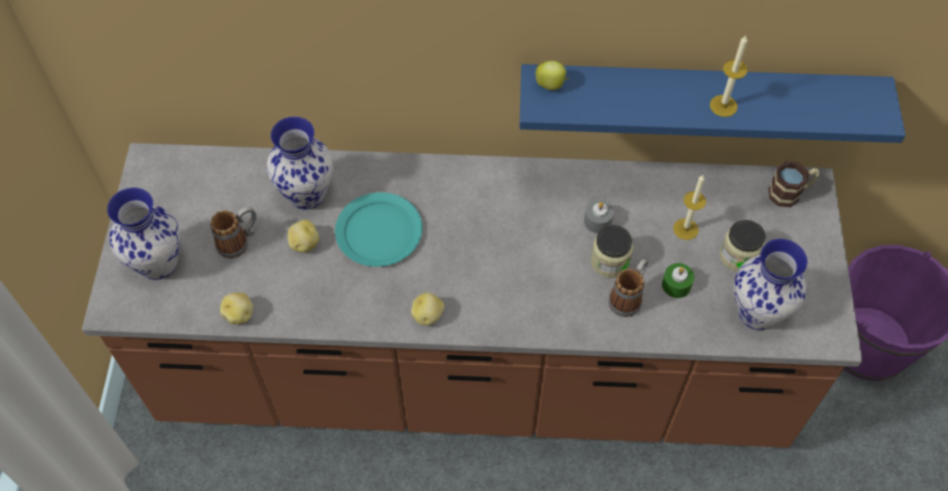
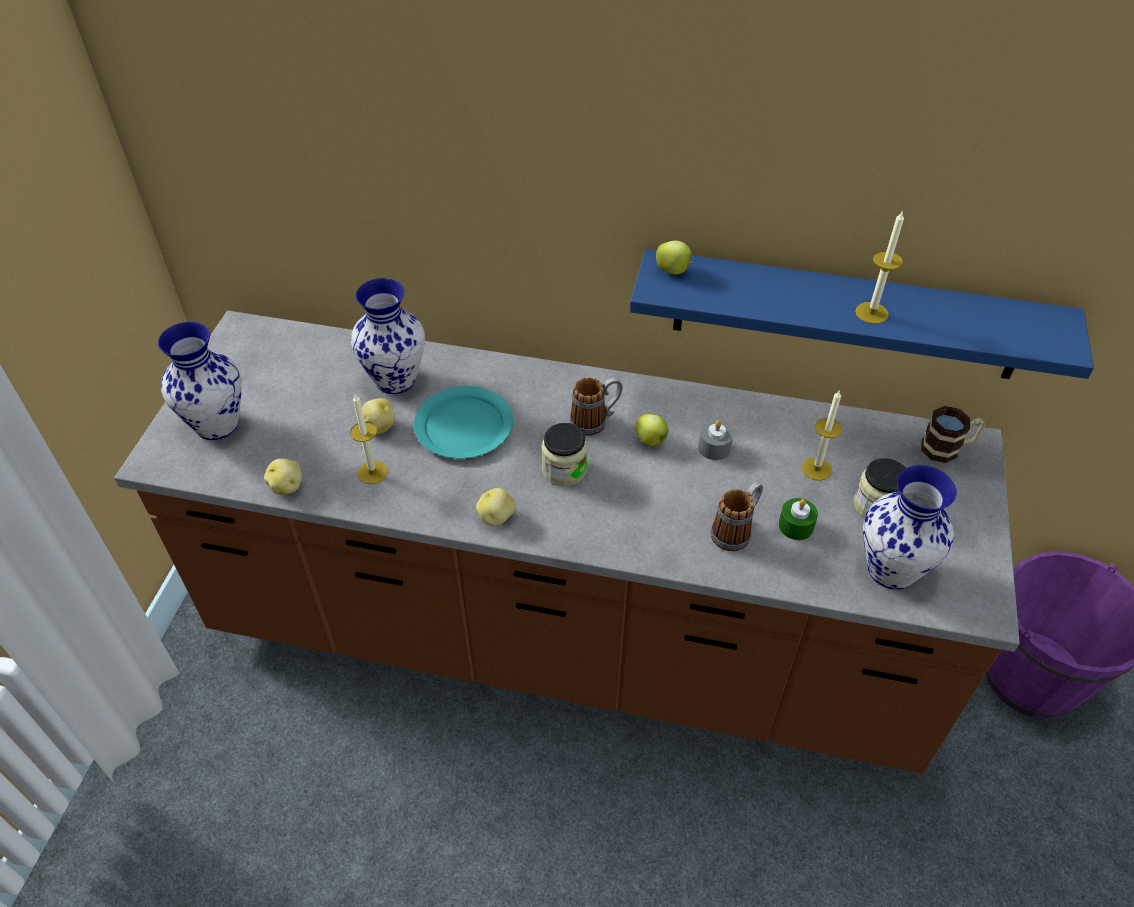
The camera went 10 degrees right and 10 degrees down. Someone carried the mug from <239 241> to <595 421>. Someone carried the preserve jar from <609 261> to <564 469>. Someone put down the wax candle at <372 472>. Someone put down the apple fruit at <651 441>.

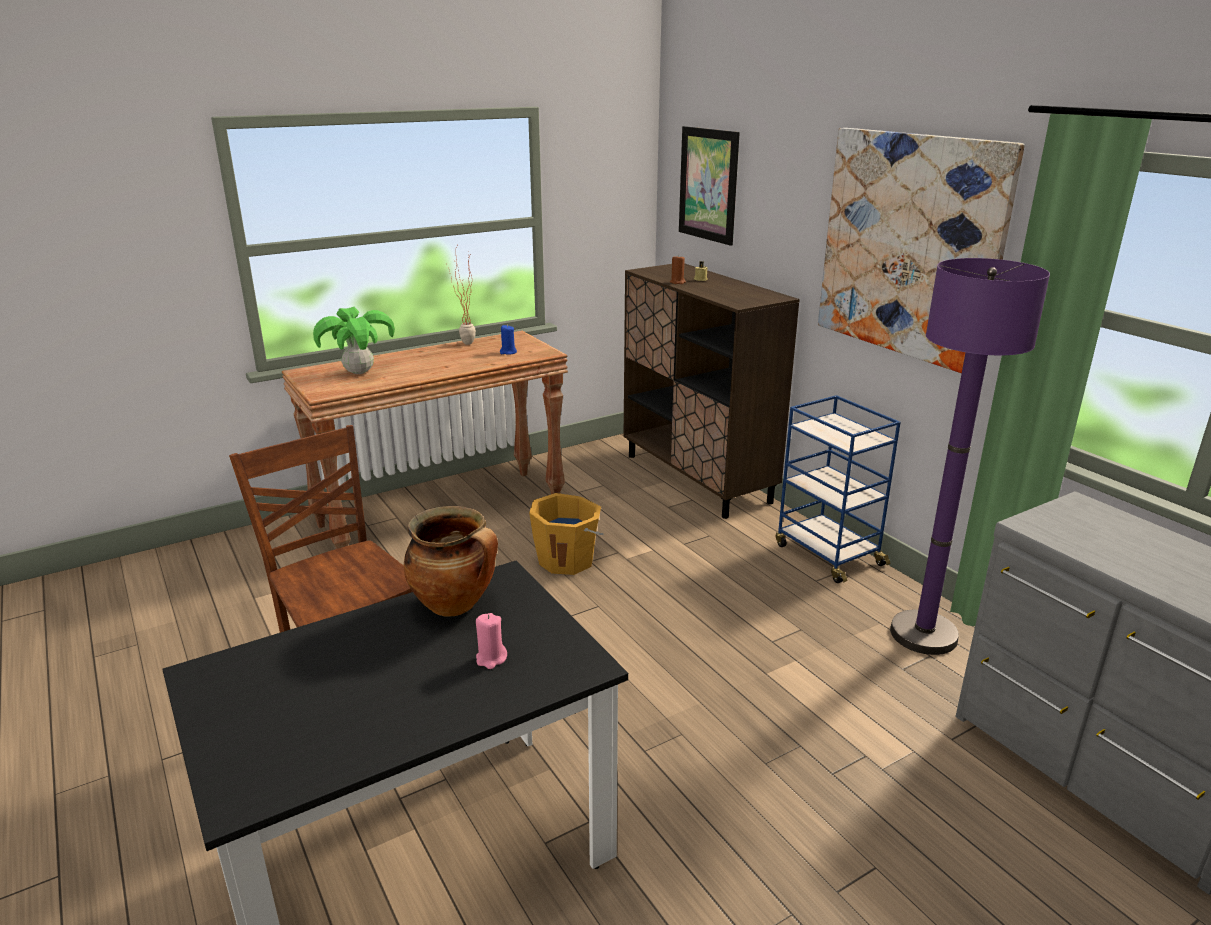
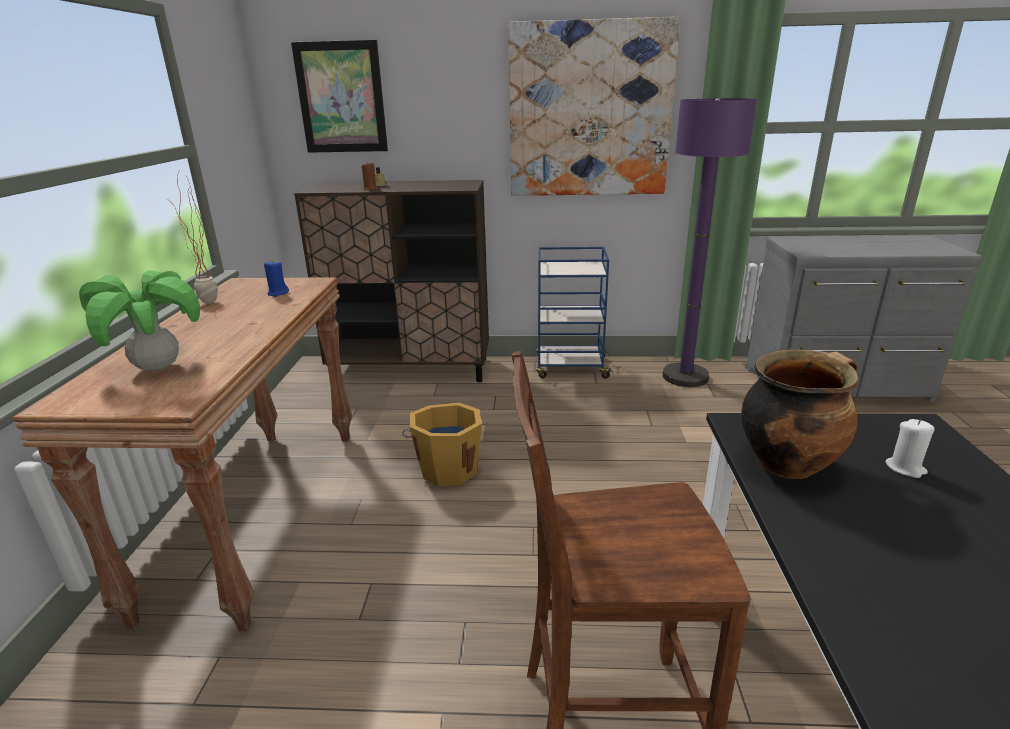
The camera went 55 degrees left and 0 degrees up. Someone repainted the wax candle (pink) at <491 658>, which became the wax candle (white) at <905 468>.

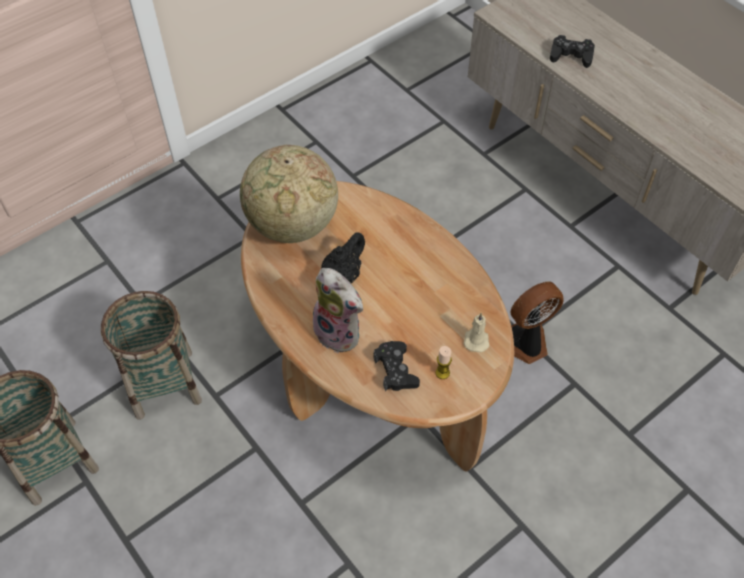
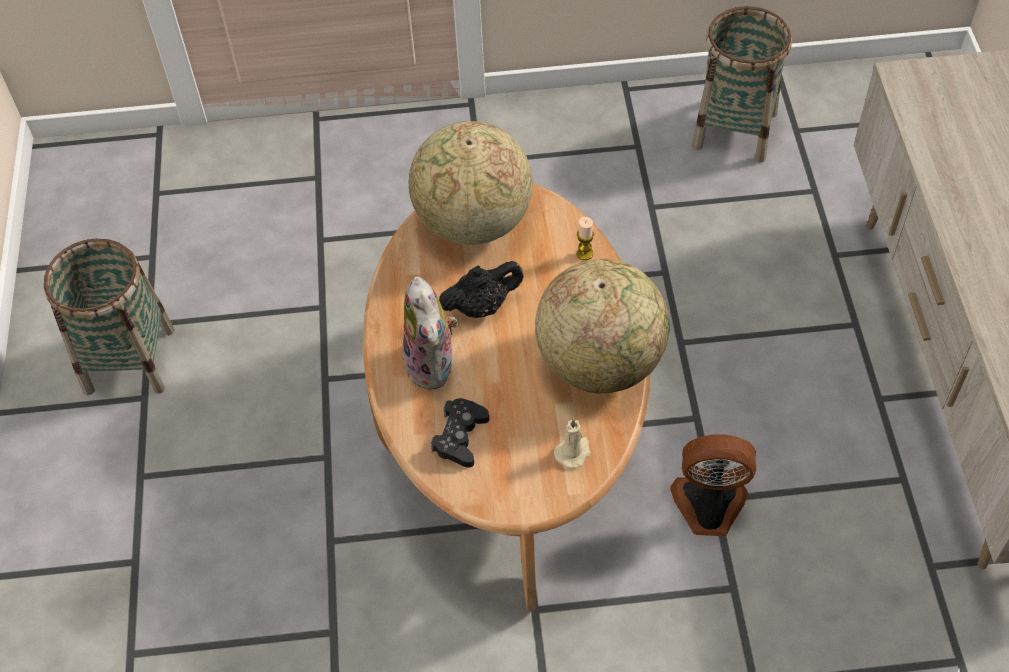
The camera went 35 degrees right and 0 degrees up. Someone carried the storage basket from <164 384> to <735 130>. Someone carried the wax candle from <442 373> to <584 253>. Someone took away the game controller (black-coloured) at <571 56>. Someone put down the world globe at <600 362>.

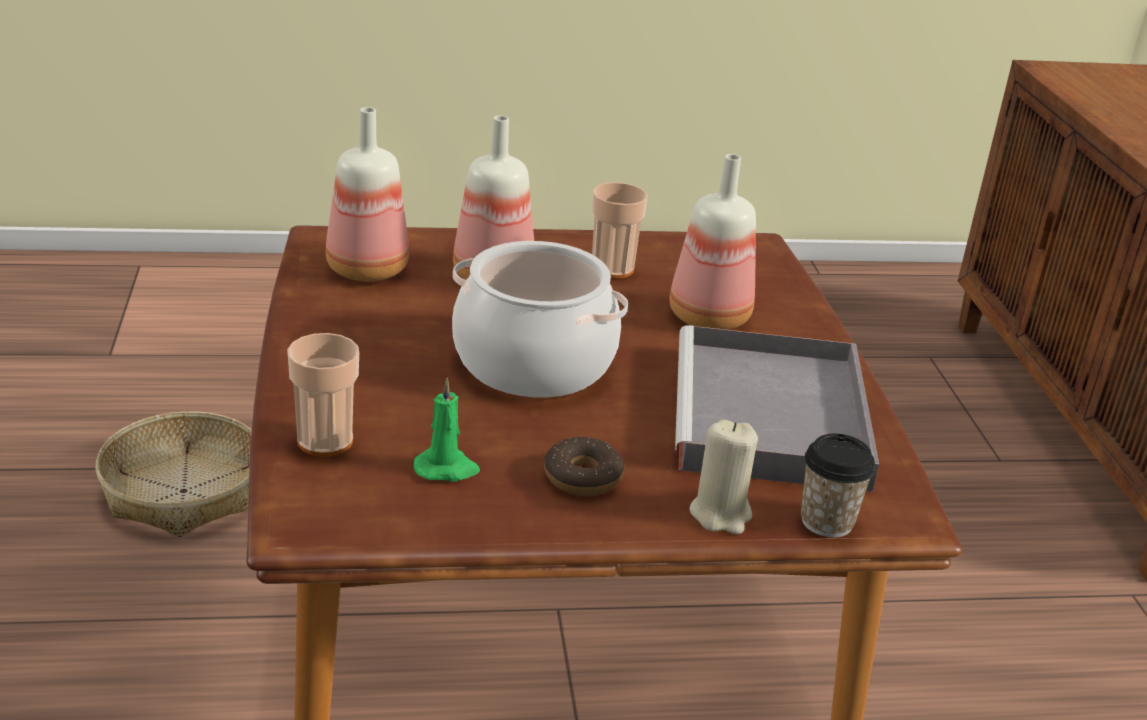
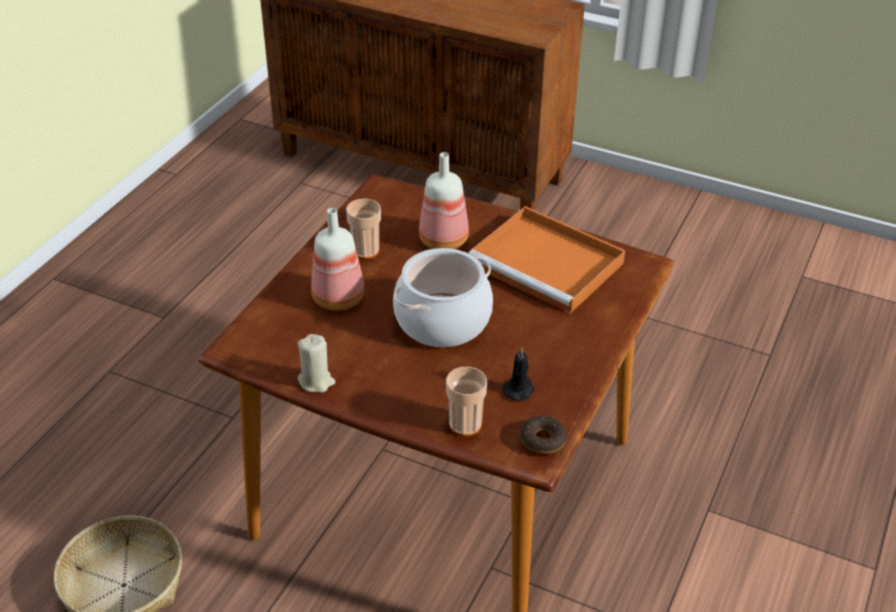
The camera went 55 degrees left and 10 degrees up. Someone took away the bottle at <367 271>. Someone repainted the wax candle (green-coloured) at <447 469>, which became the wax candle (black-coloured) at <519 389>. Someone carried the doughnut from <583 477> to <543 440>. Someone repainted the tray (gray) at <772 419>, which became the tray (orange) at <549 264>. Someone carried the wax candle (beige-coloured) from <720 514> to <316 381>. Someone took away the drinking cup at <826 521>.

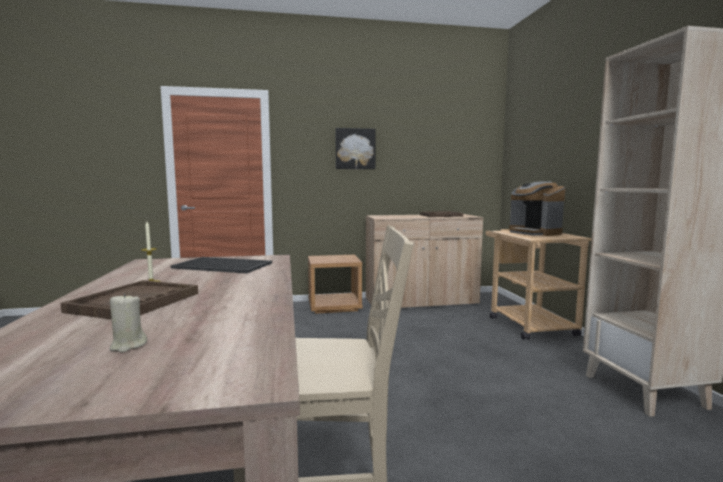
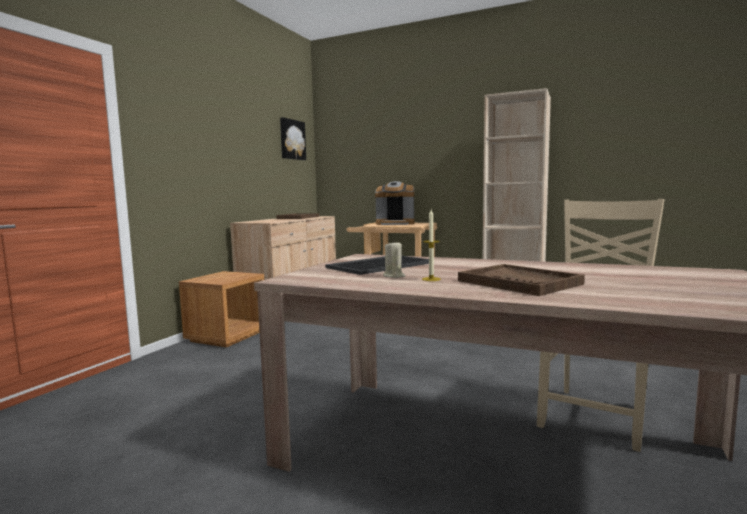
The camera went 55 degrees left and 0 degrees up. Someone carried the wax candle (beige-coloured) from <128 346> to <394 276>. Someone carried the wall art from <355 149> to <292 139>.

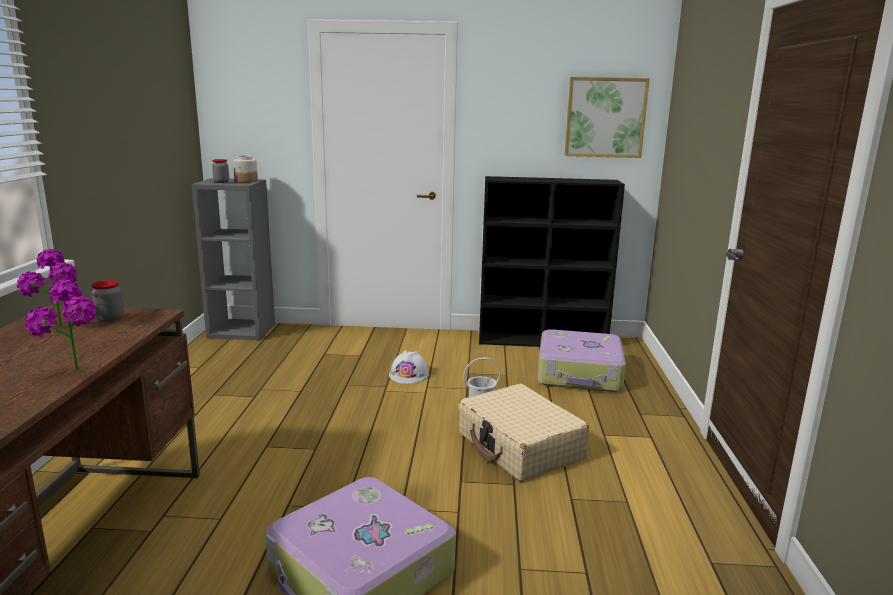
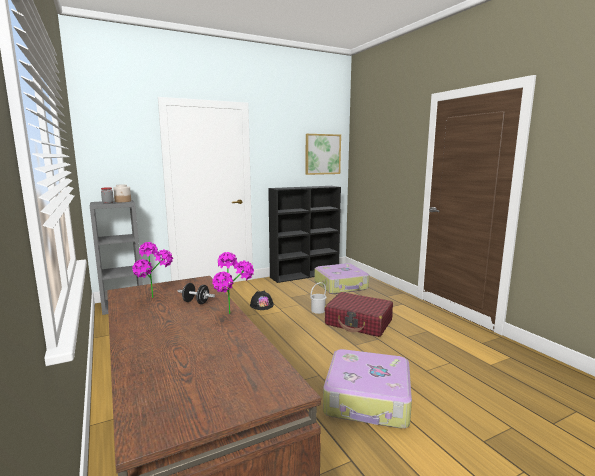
The camera went 30 degrees left and 5 degrees down. Someone took away the preserve jar at <110 318>. Someone repainted the hard hat (white) at <409 374>, which became the hard hat (black-coloured) at <262 305>. Someone repainted the piece of luggage (beige-coloured) at <520 446>, which became the piece of luggage (reddish) at <359 322>. Someone put down the dumbbell (black-coloured) at <196 302>.

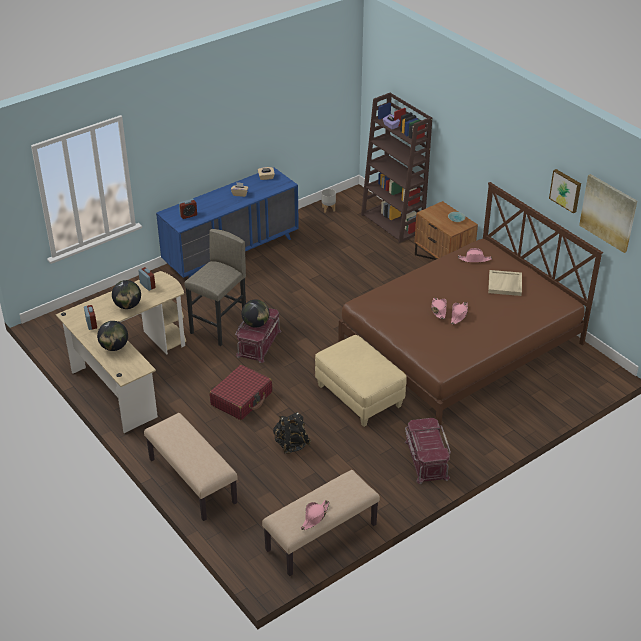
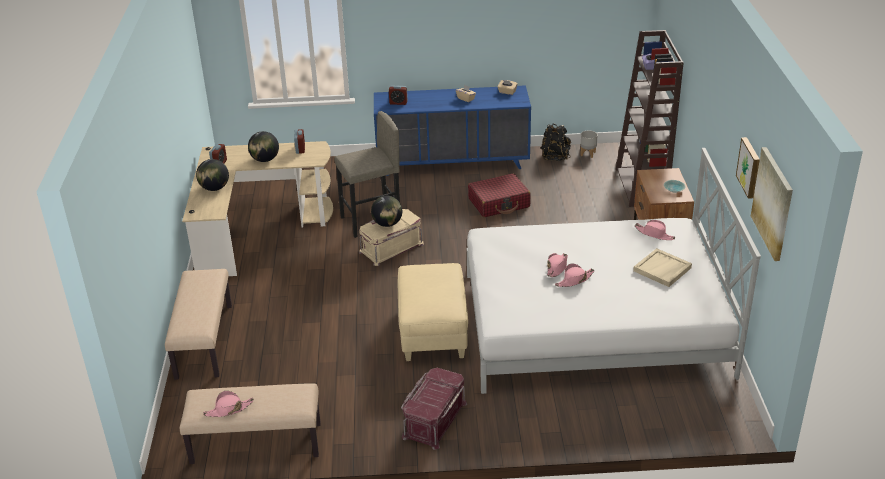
The camera went 35 degrees right and 5 degrees down. Someone carried the piece of luggage (reddish) from <241 398> to <499 203>. Someone repainted the storage container (reddish) at <258 343>, which became the storage container (beige-coloured) at <391 247>. Someone carried the knapsack (black-coloured) from <291 444> to <555 157>. Someone repainted the sleeping bed (brownish) at <460 343>, which became the sleeping bed (white) at <593 323>.

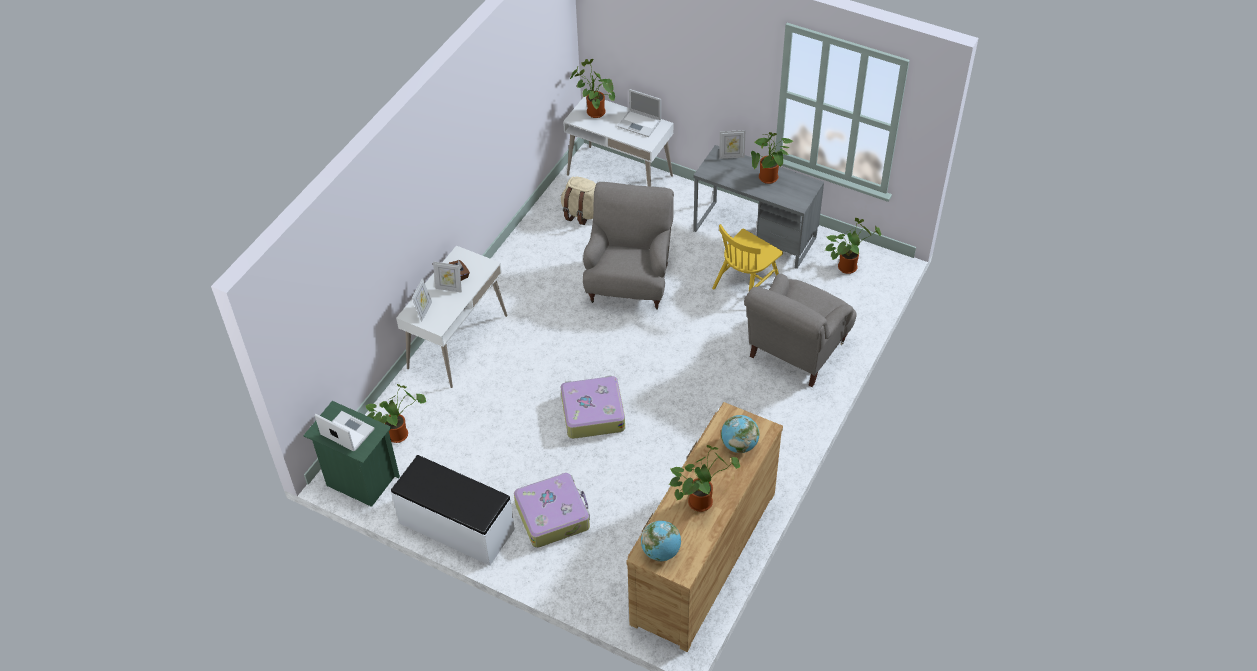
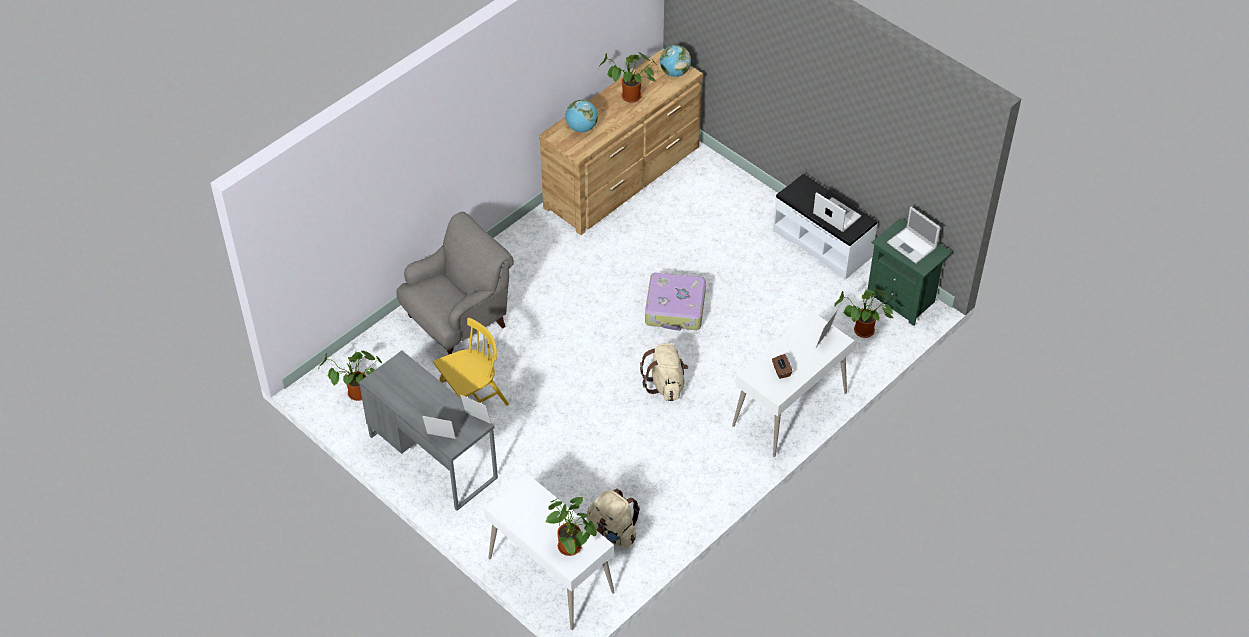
The camera went 165 degrees left and 0 degrees up. Someone carried the standing frame from <449 288> to <476 420>. Someone took away the piece of luggage at <553 515>. Someone took away the armchair (gray) at <629 282>. Someone carried the laptop from <640 124> to <836 215>. Someone took away the potted plant at <769 179>. Someone put down the knapsack (beige-coloured) at <665 385>.

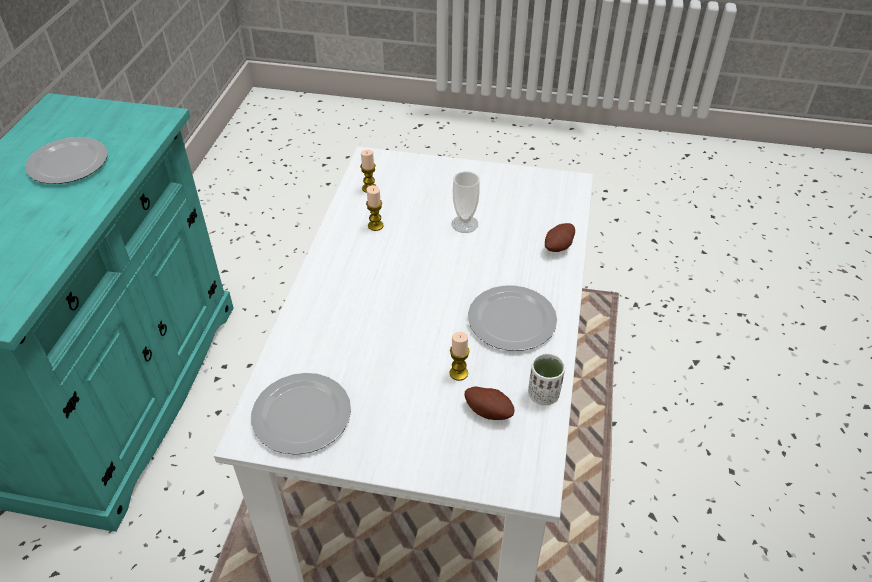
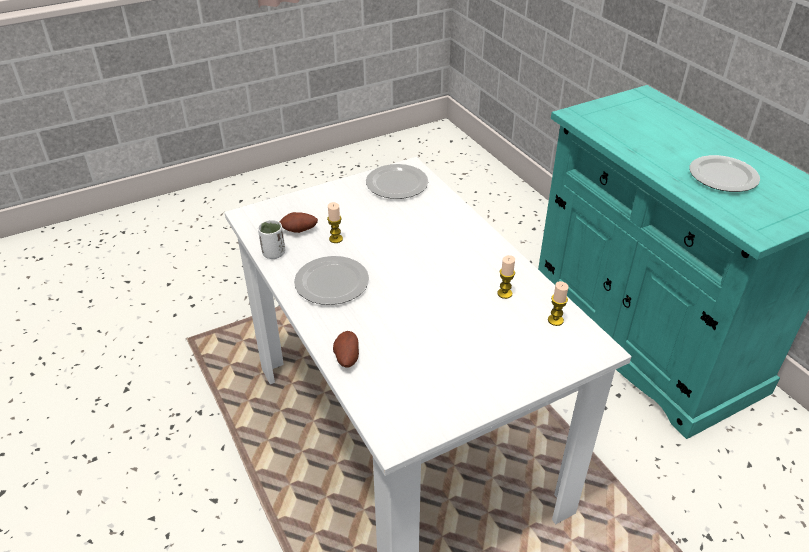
The camera went 140 degrees right and 5 degrees down. Someone took away the drinking cup at <464 224>.

